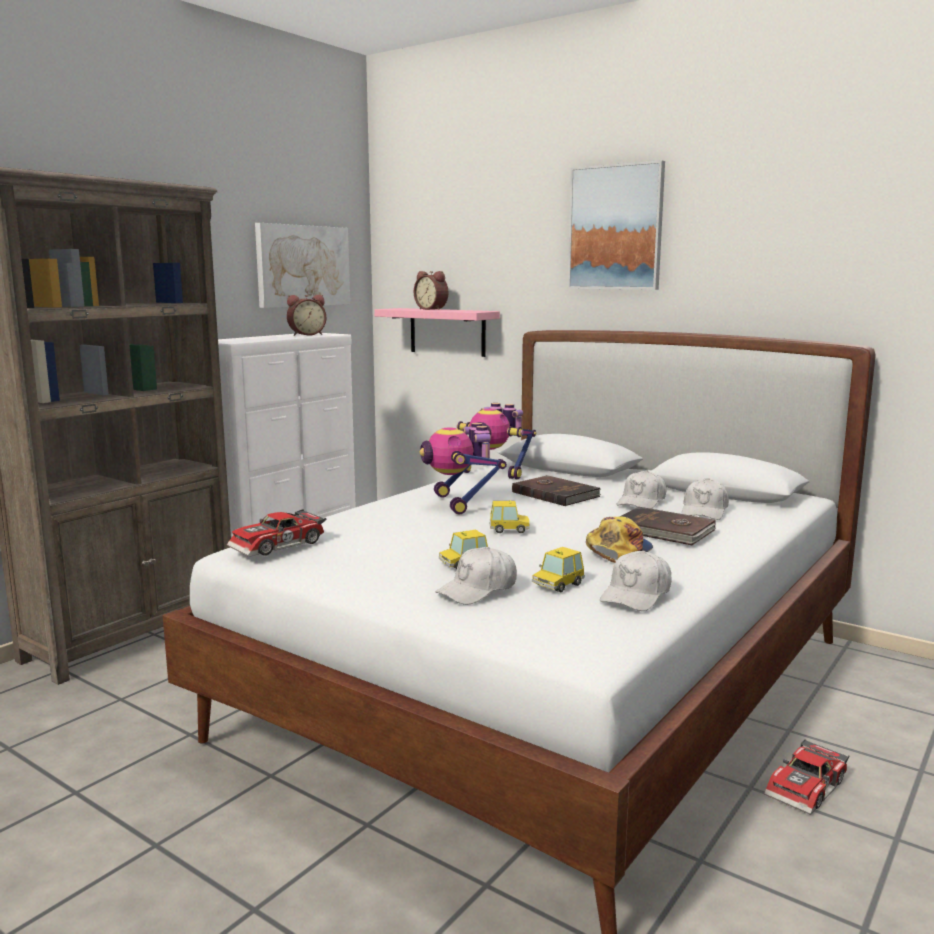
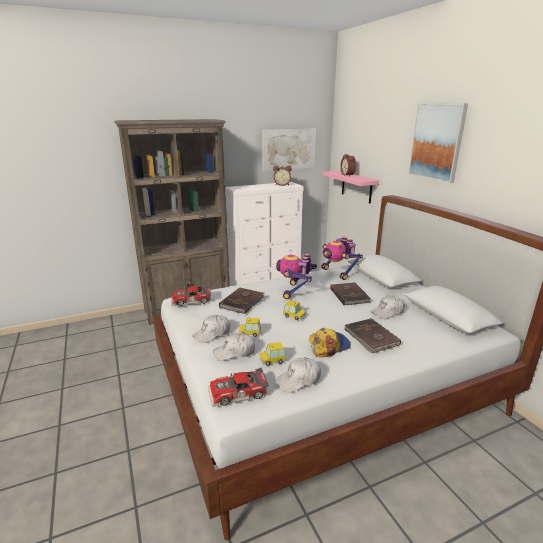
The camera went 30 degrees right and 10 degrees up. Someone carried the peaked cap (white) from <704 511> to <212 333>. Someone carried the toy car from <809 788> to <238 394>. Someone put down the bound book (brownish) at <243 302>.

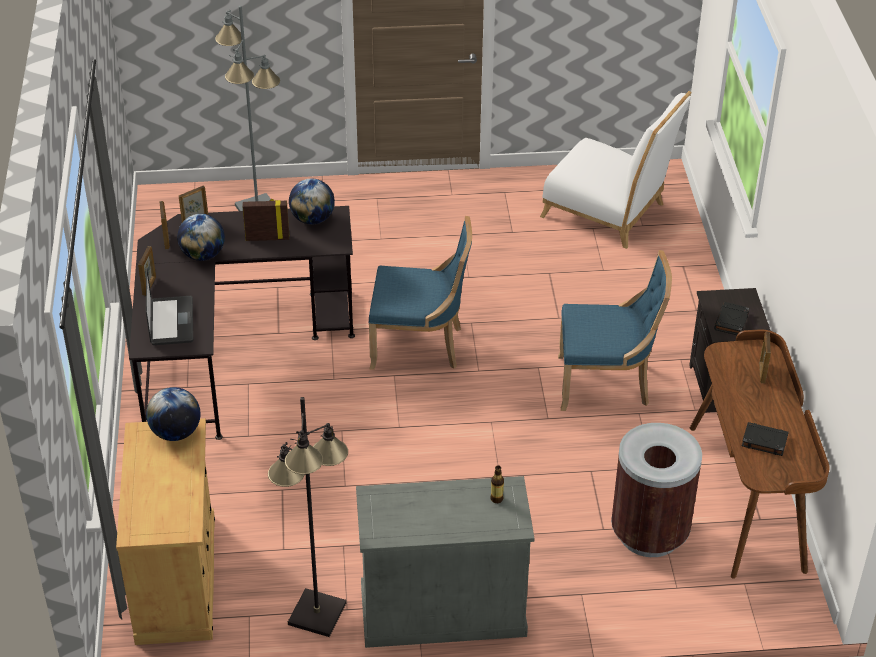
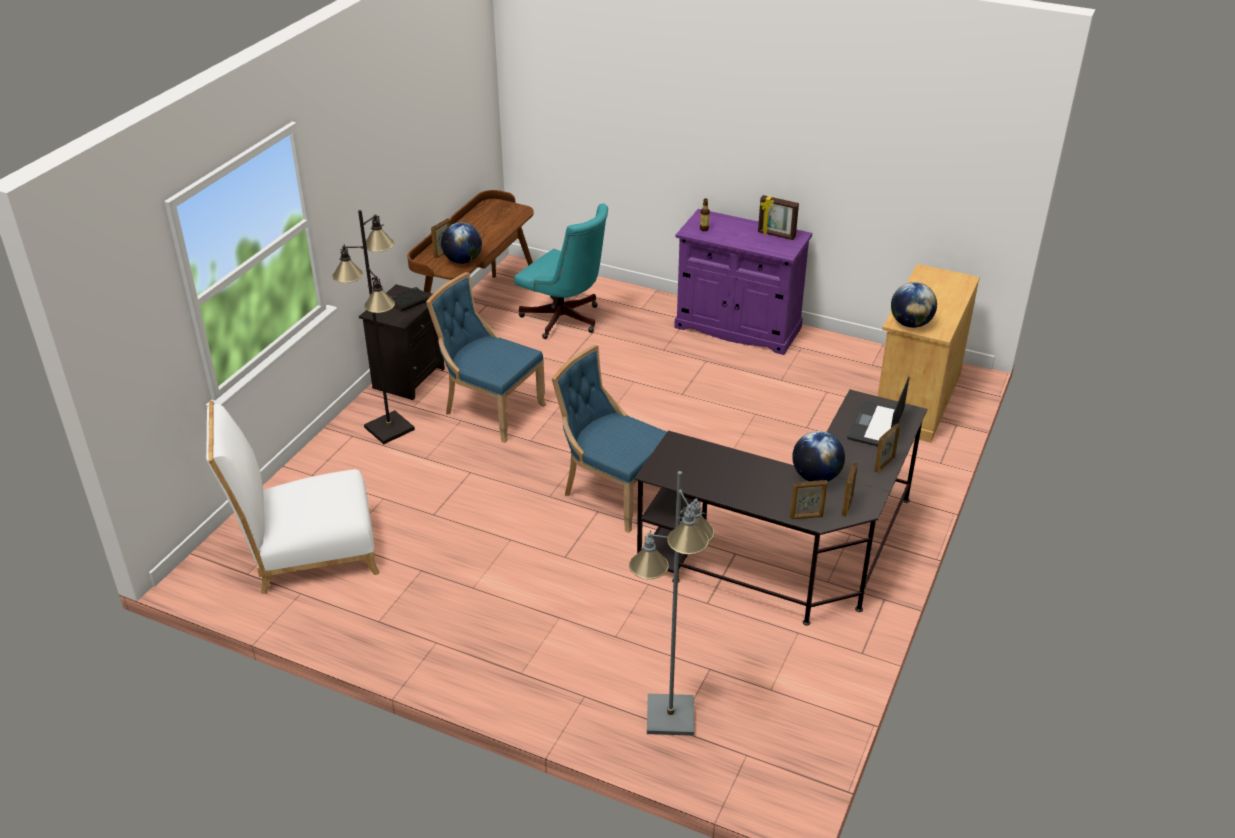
The camera went 150 degrees left and 5 degrees down. Someone carried the standing frame from <267 238> to <776 235>. Someone carried the floor lamp (black-coloured) from <316 614> to <390 428>. Someone carried the world globe from <312 219> to <463 261>. Someone repainted the cupboard (gray) at <442 611>, which became the cupboard (purple) at <737 327>. Someone rotated the chair (white) at <609 213> by 75 degrees counterclockwise. Someone swapped the trash can (brownish) at <649 533> for the computer chair (turquoise) at <565 321>. Someone took away the bound book (black-coloured) at <764 441>.

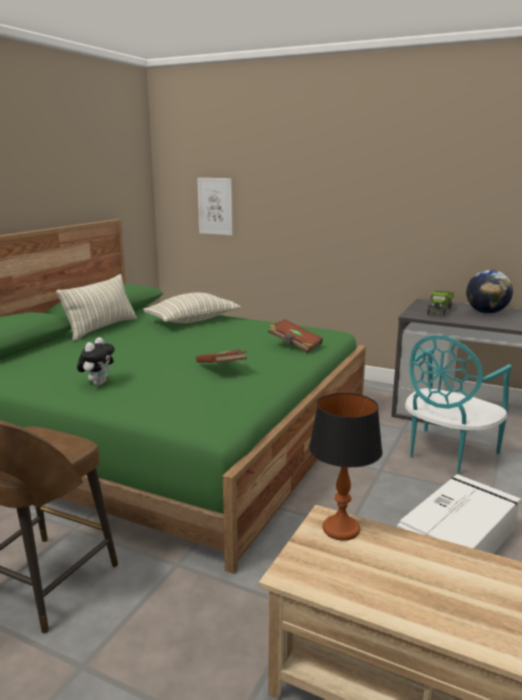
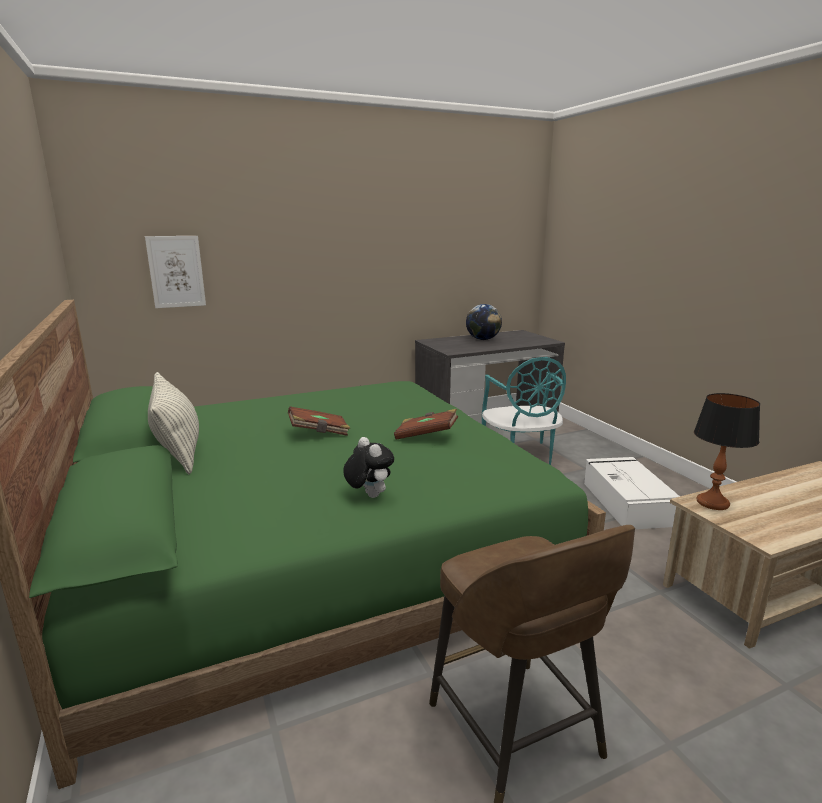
The camera went 50 degrees left and 0 degrees up. Someone took away the pillow at <192 321>. Someone carried the bound book (brownish) from <295 345> to <319 432>. Someone took away the model truck at <439 311>.

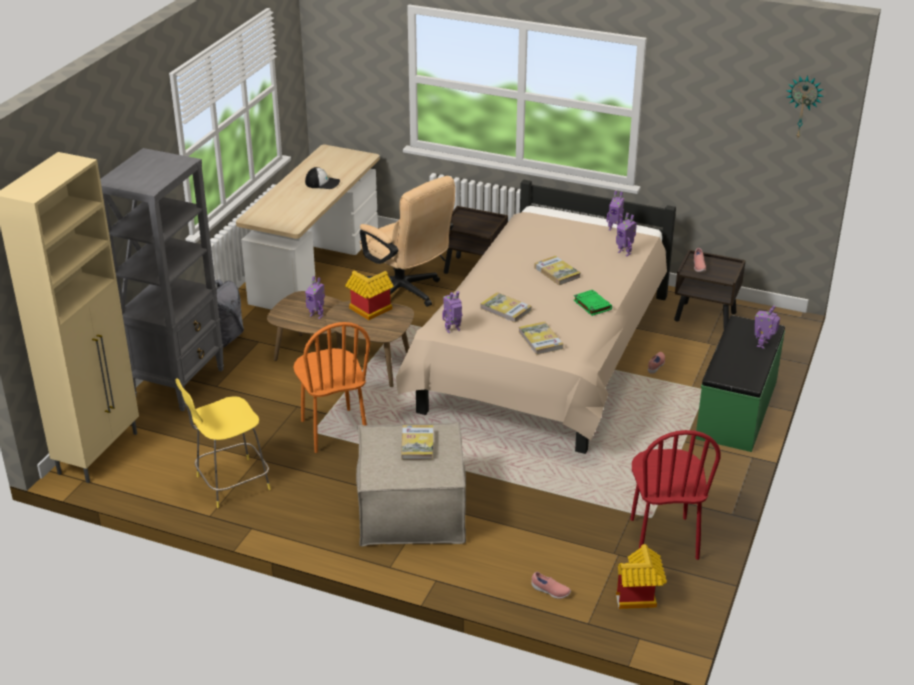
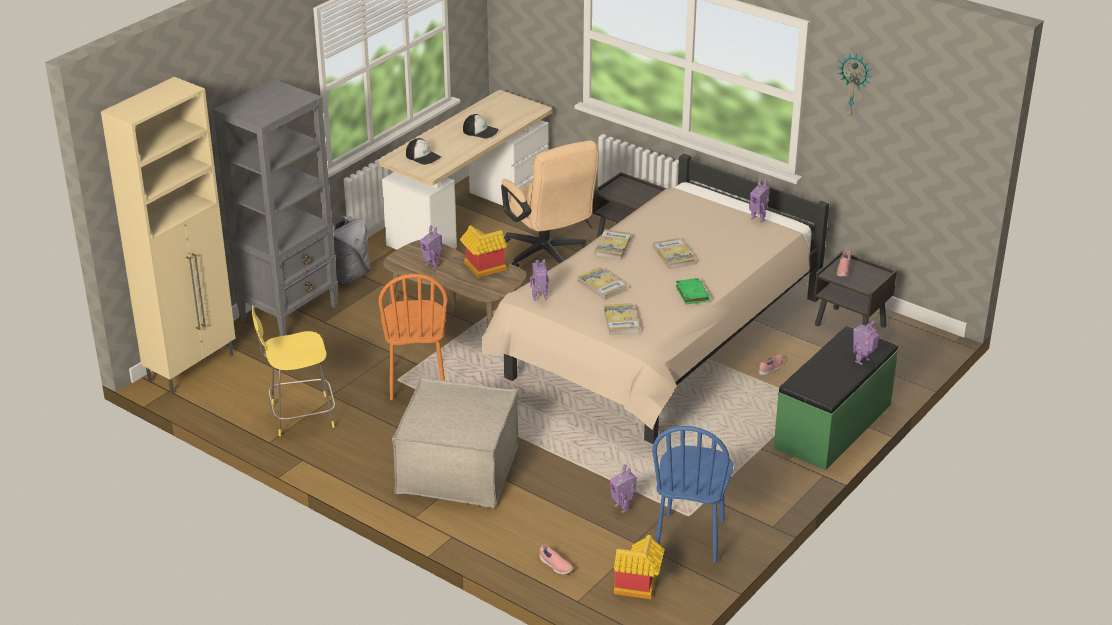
The camera went 15 degrees right and 0 degrees up. Someone carried the bound book from <417 444> to <613 246>. Someone carried the model robot from <625 252> to <622 507>. Someone repainted the chair (reddish) at <663 539>, which became the chair (bluish) at <690 537>. Someone carried the clock on the wall from <803 106> to <854 85>. Someone put down the peaked cap at <423 156>.

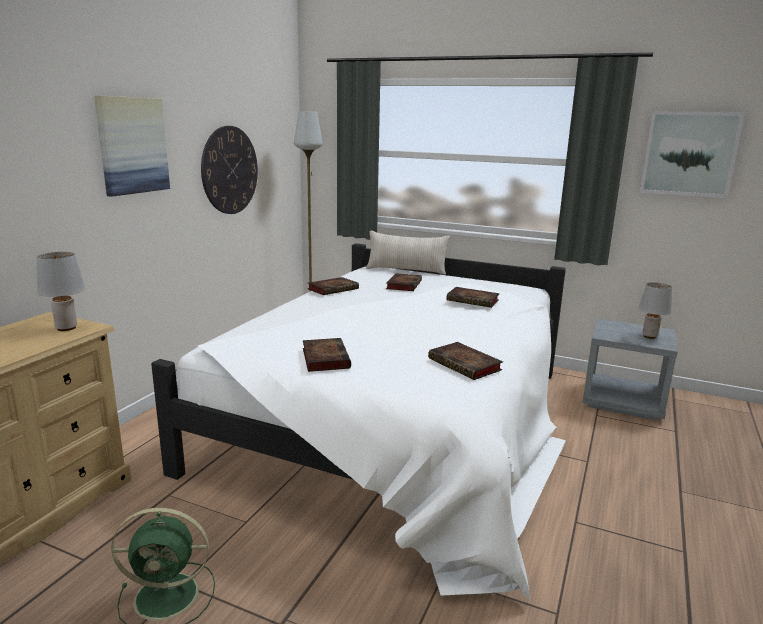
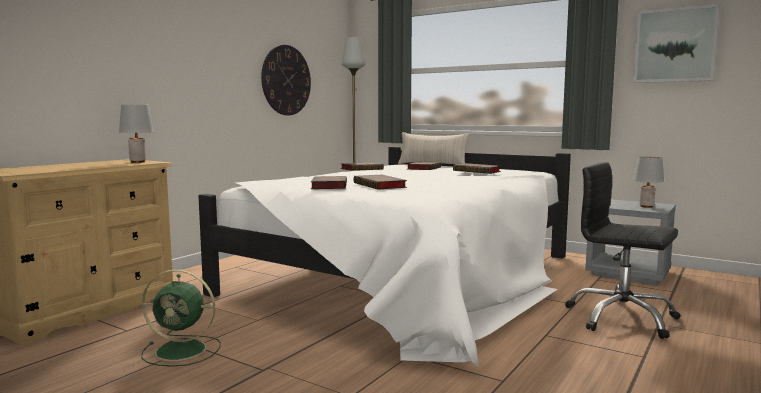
The camera went 10 degrees right and 10 degrees down. Someone took away the wall art at <132 145>. Someone carried the bound book from <466 365> to <380 186>. Someone put down the computer chair (black-coloured) at <621 318>.

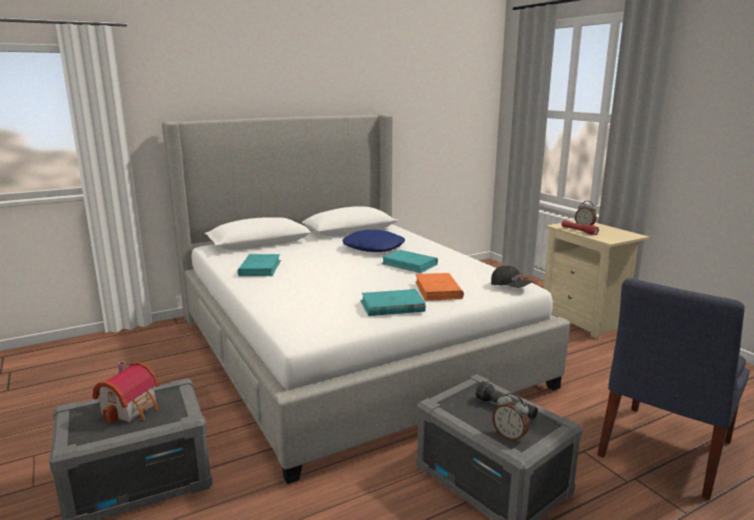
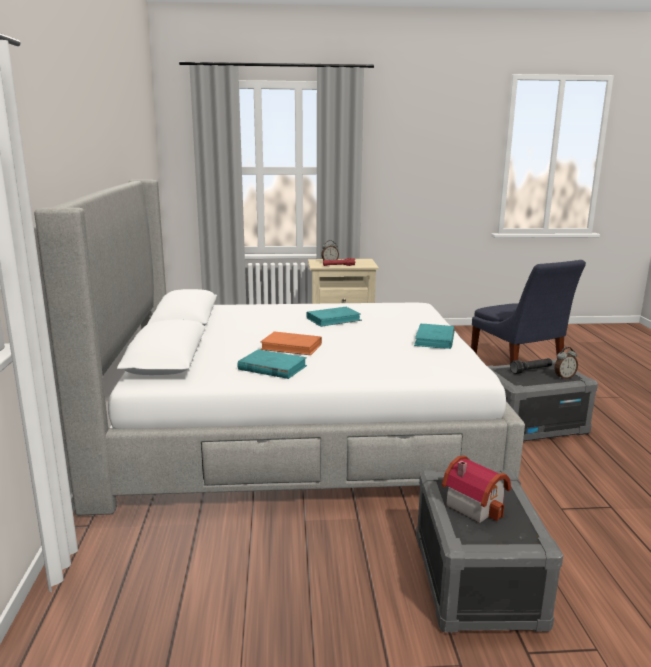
The camera went 65 degrees left and 0 degrees up. Someone took away the pillow (bluish) at <374 247>. Someone carried the bound book (orange) from <438 290> to <292 347>. Someone took away the peaked cap (black-coloured) at <510 286>.

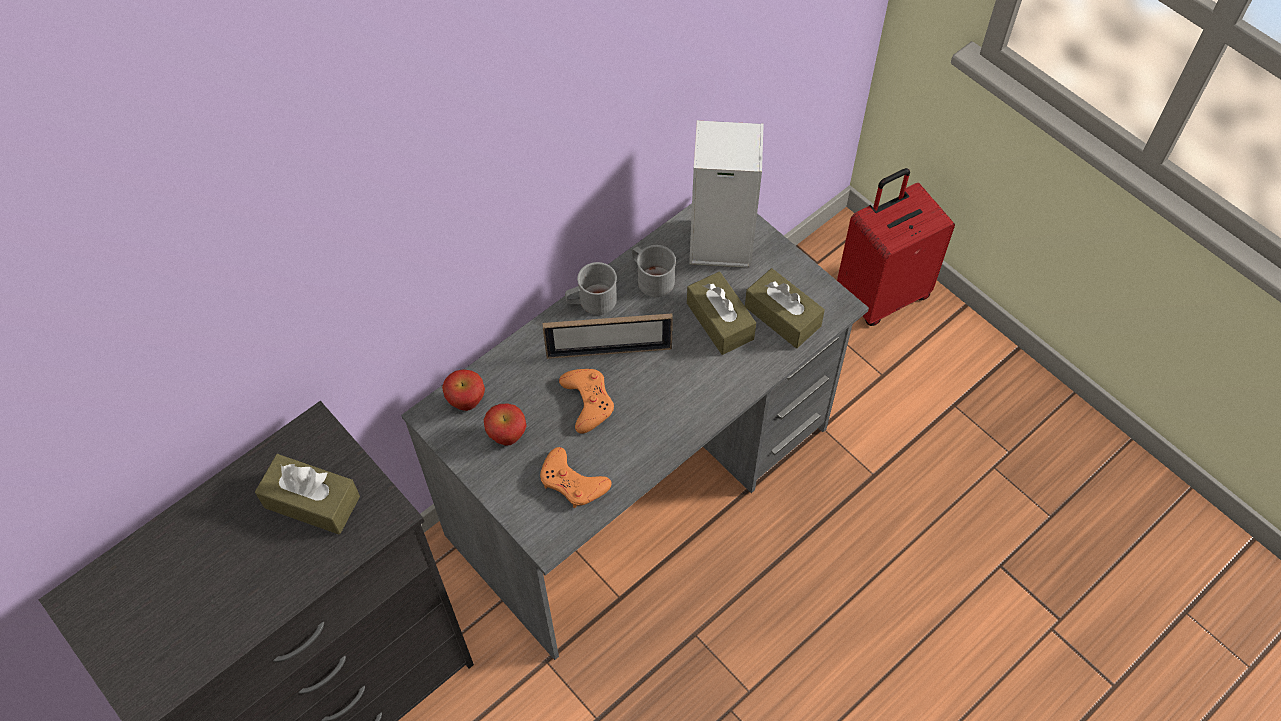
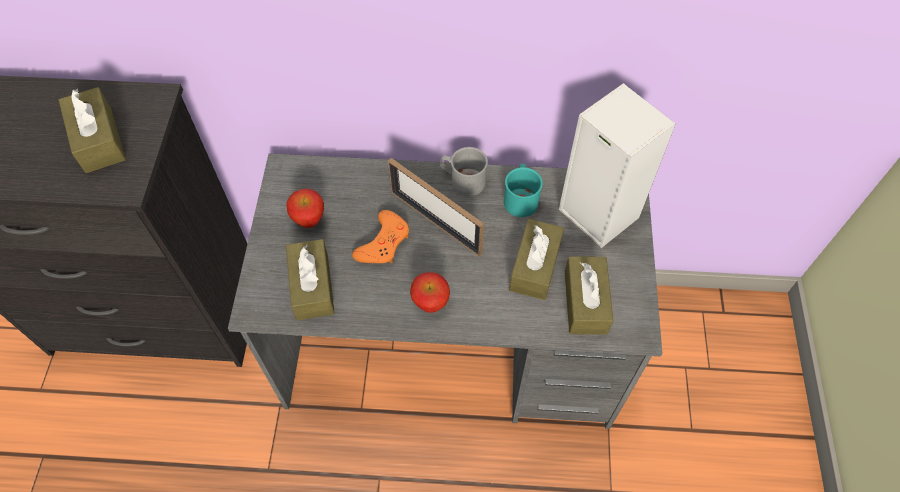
The camera went 45 degrees right and 0 degrees up. Someone carried the apple fruit from <467 403> to <430 304>. Someone swapped the game controller (orange) at <572 482> for the tissue box (brownish) at <312 286>. Someone repainted the mug (gray) at <651 278>, which became the mug (turquoise) at <520 197>. Someone took away the piece of luggage (reddish) at <881 294>.

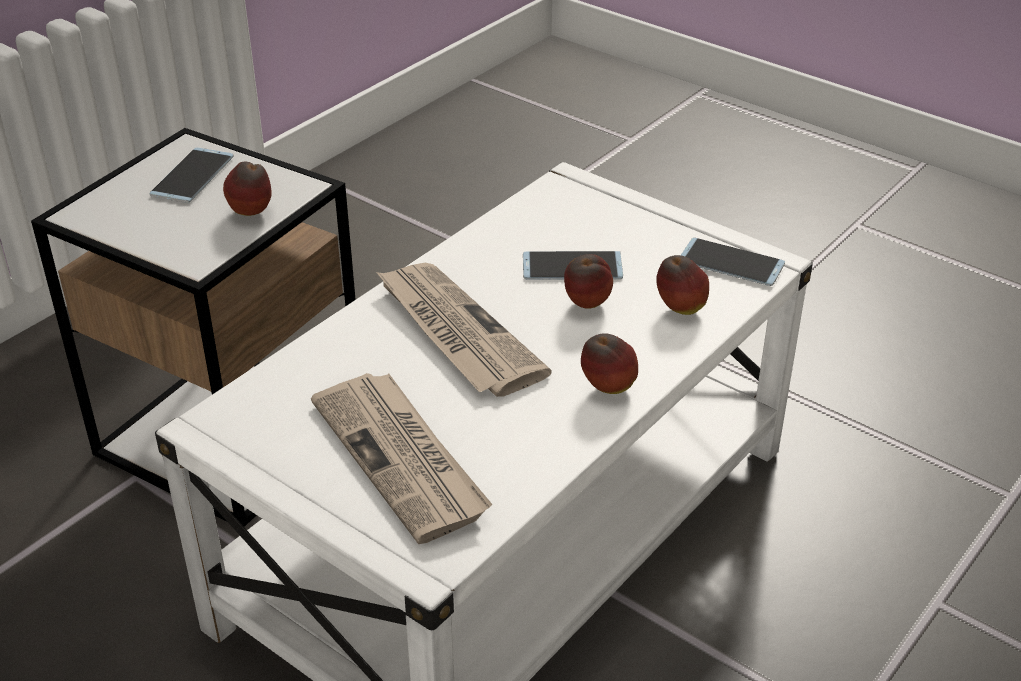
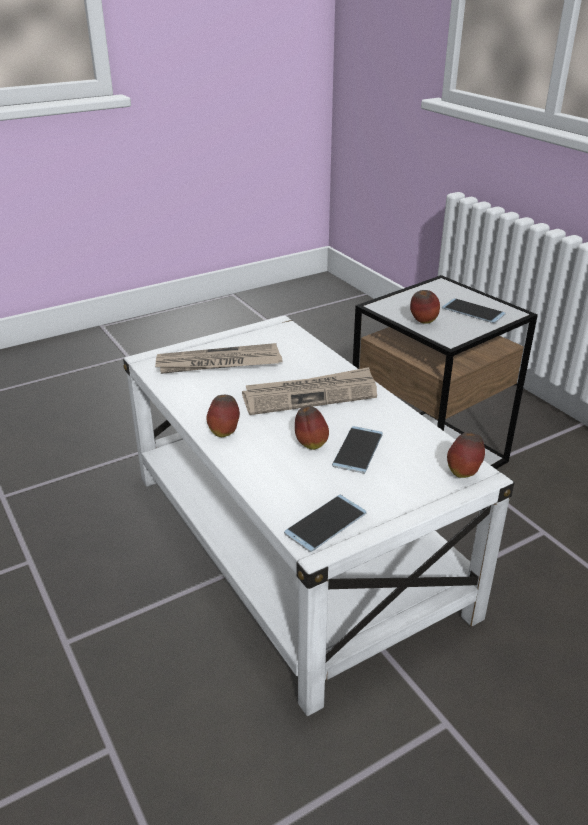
The camera went 110 degrees right and 5 degrees down. Someone carried the apple fruit from <680 309> to <463 473>.

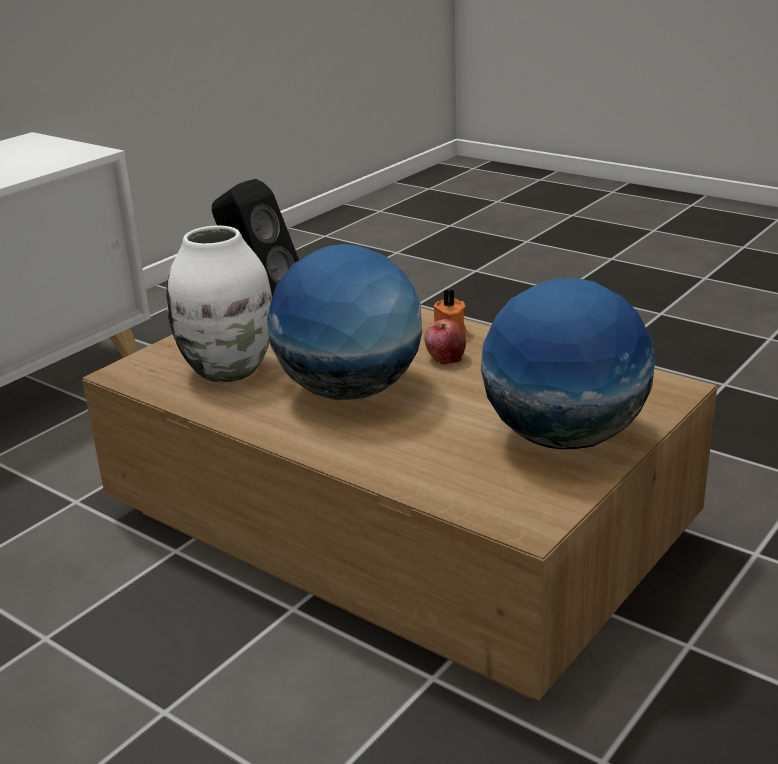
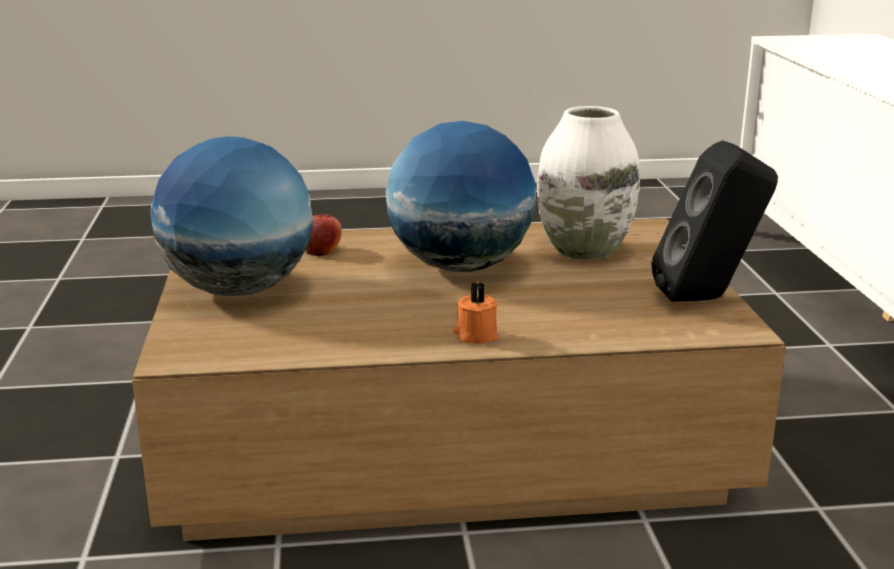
The camera went 135 degrees right and 5 degrees down. Someone carried the apple fruit from <445 357> to <321 250>.

